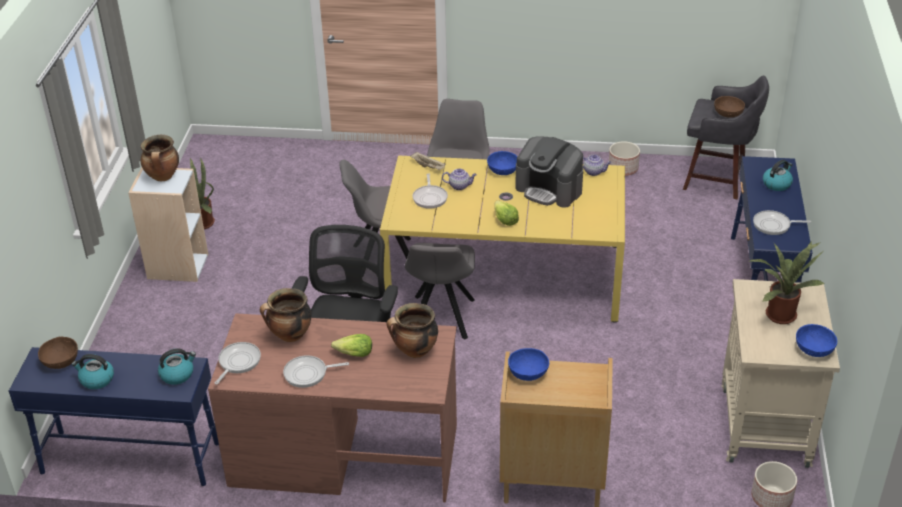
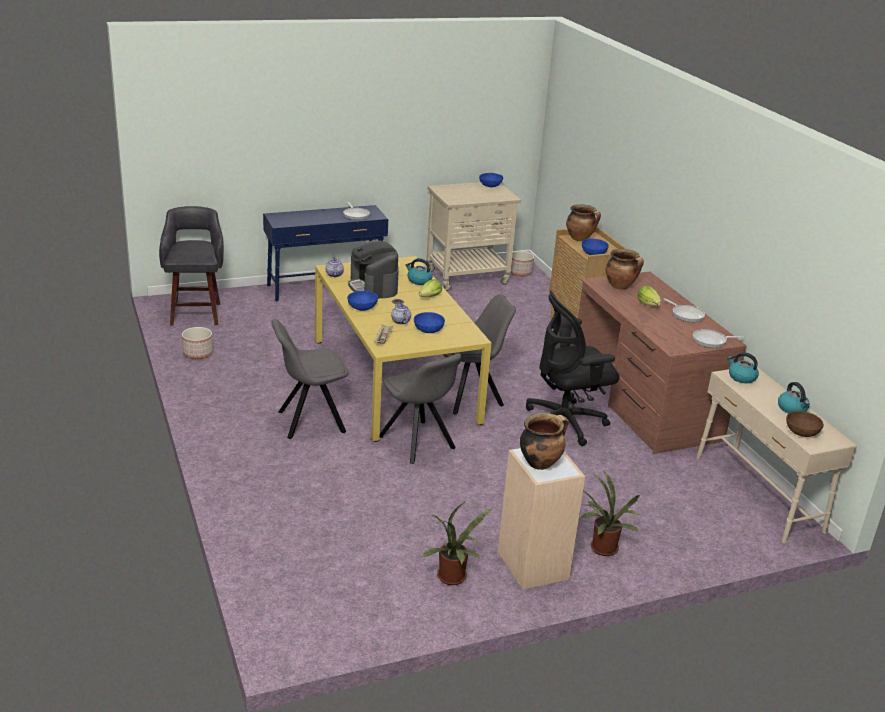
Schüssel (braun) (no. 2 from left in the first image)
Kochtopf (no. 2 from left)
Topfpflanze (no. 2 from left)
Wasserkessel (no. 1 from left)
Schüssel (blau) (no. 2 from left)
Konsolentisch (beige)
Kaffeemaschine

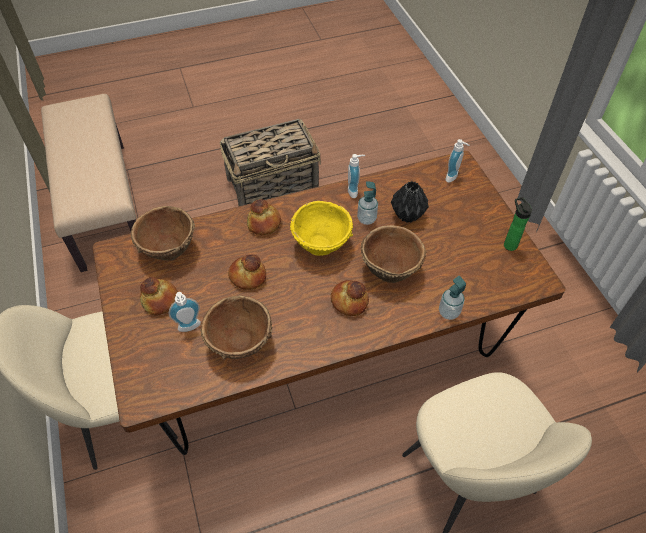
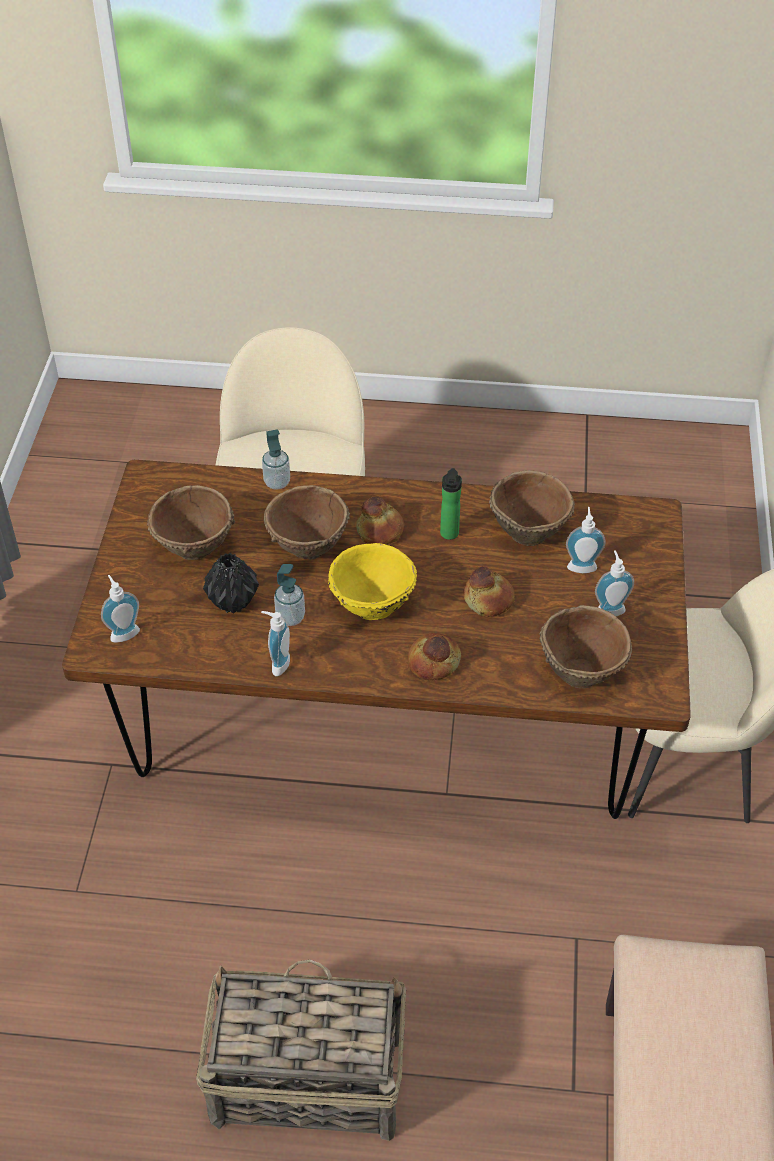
Schüssel (braun) (no. 1 from left)
Flasche
Seifenspender (no. 6 from left)

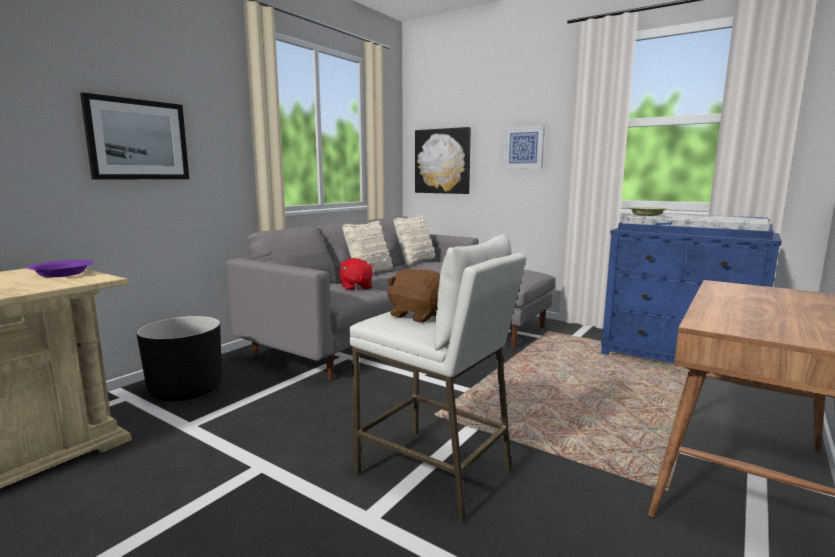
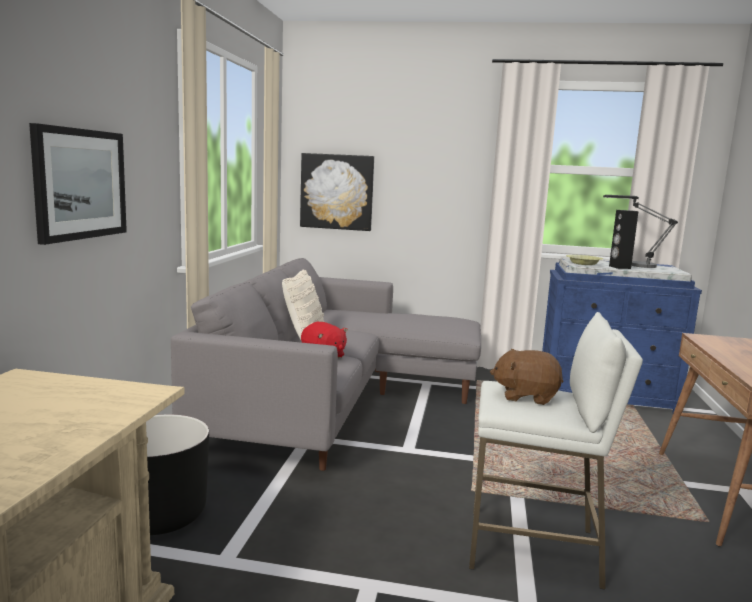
Schüssel (lila)
Kissen (beige) (no. 2 from left in the first image)
Bild (no. 3 from left in the first image)
Tischlampe
Lautsprecher (schwarz)

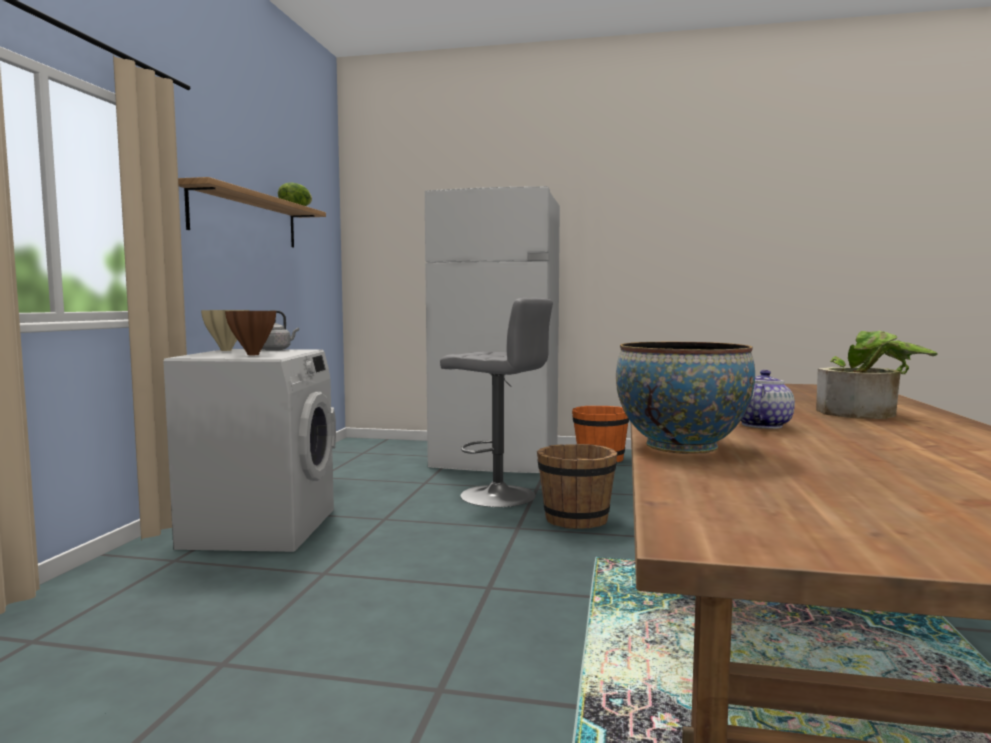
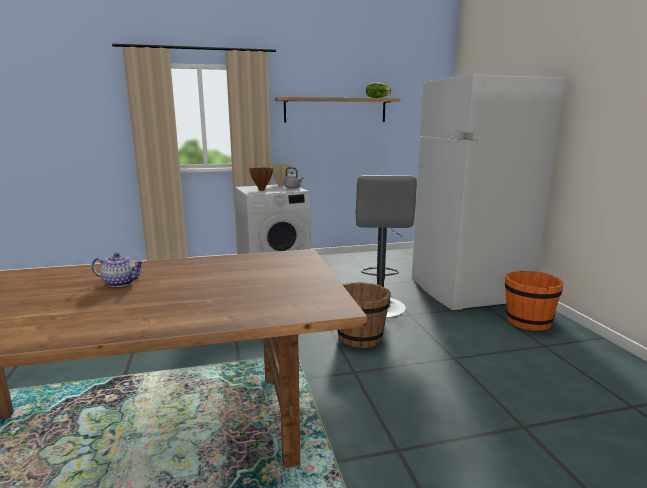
Schüssel
Topfpflanze

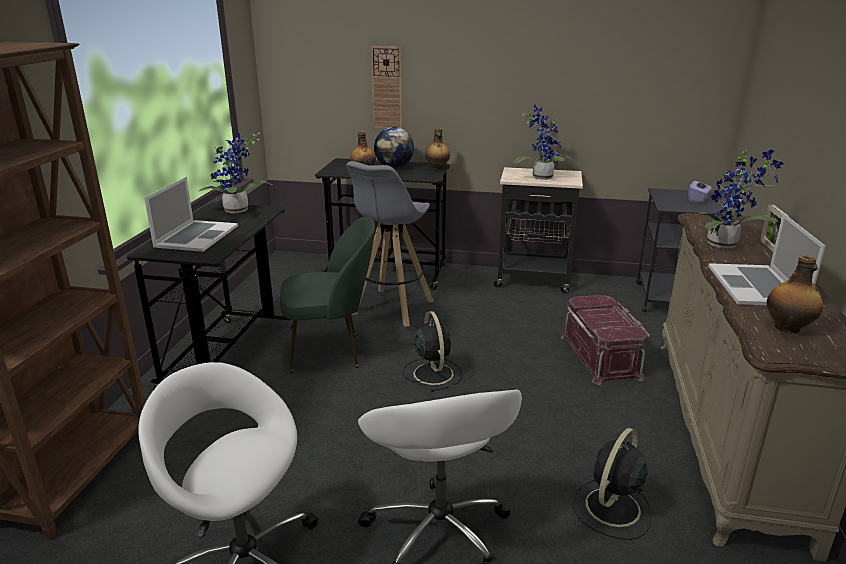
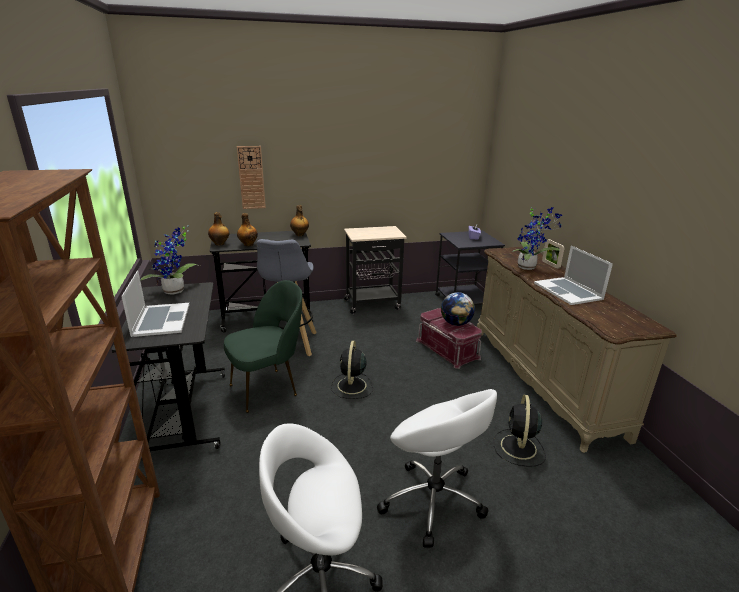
Topfpflanze (no. 2 from left in the first image)
Globus
Flasche (no. 1 from left)
Ventilator (schwarz) (no. 1 from left)

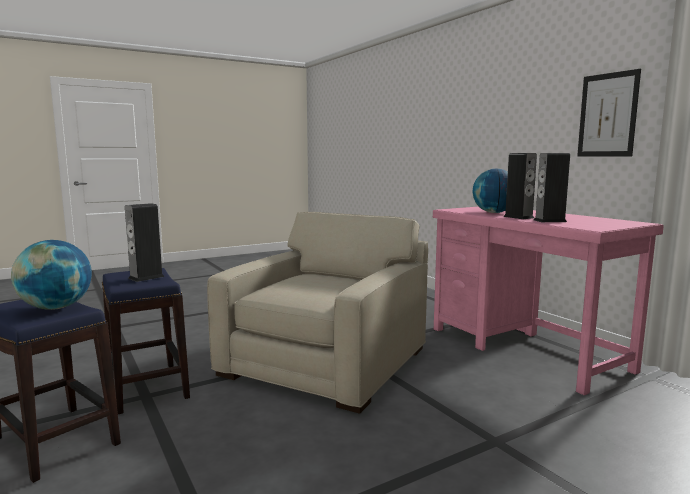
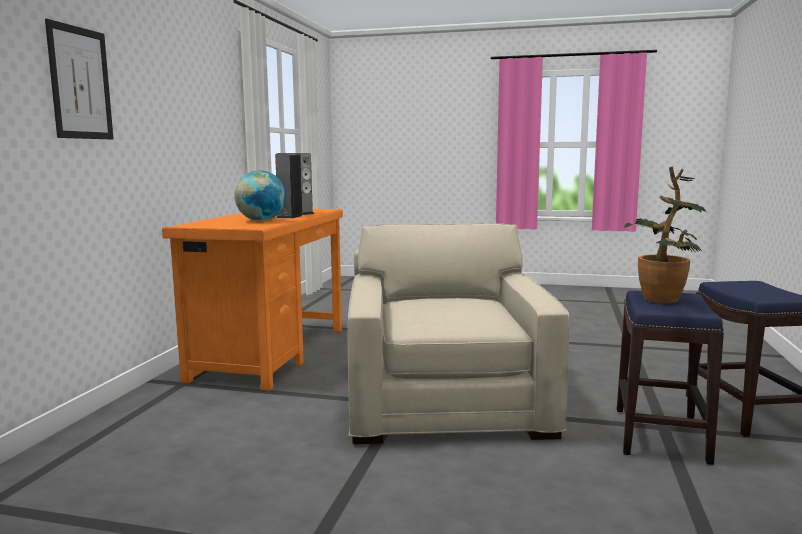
Globus (no. 1 from left in the first image)
Bild
Topfpflanze
Schreibtisch (orange)
Sessel (beige)

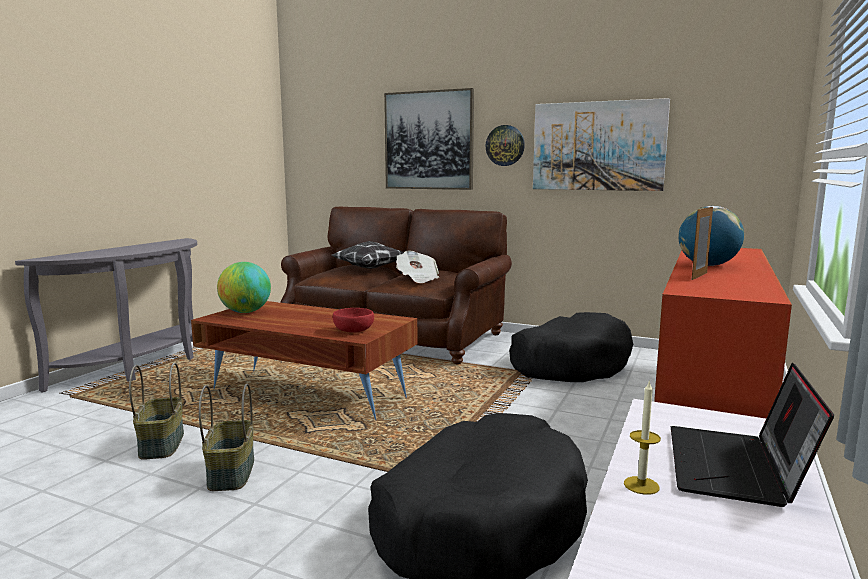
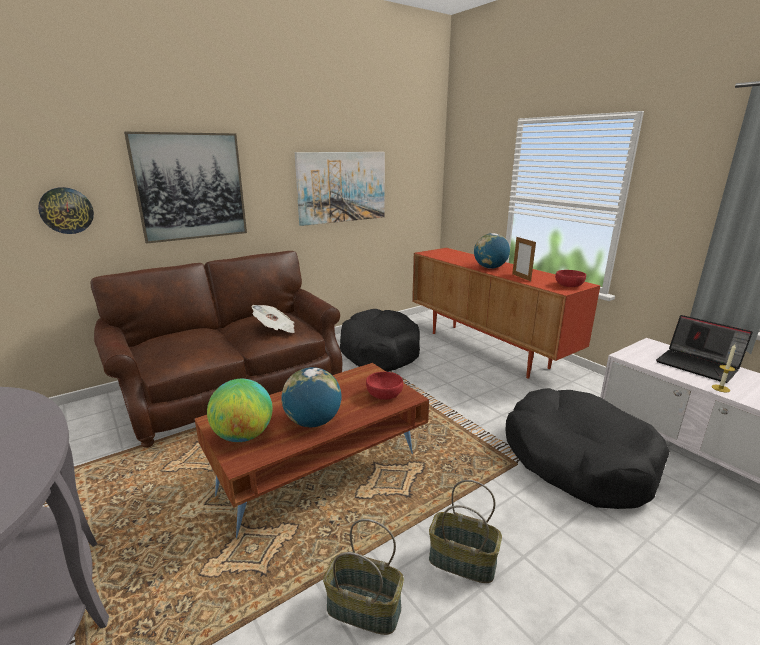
Kissen
Globus (no. 2 from left)
Schüssel (rot) (no. 2 from left)
Wanduhr

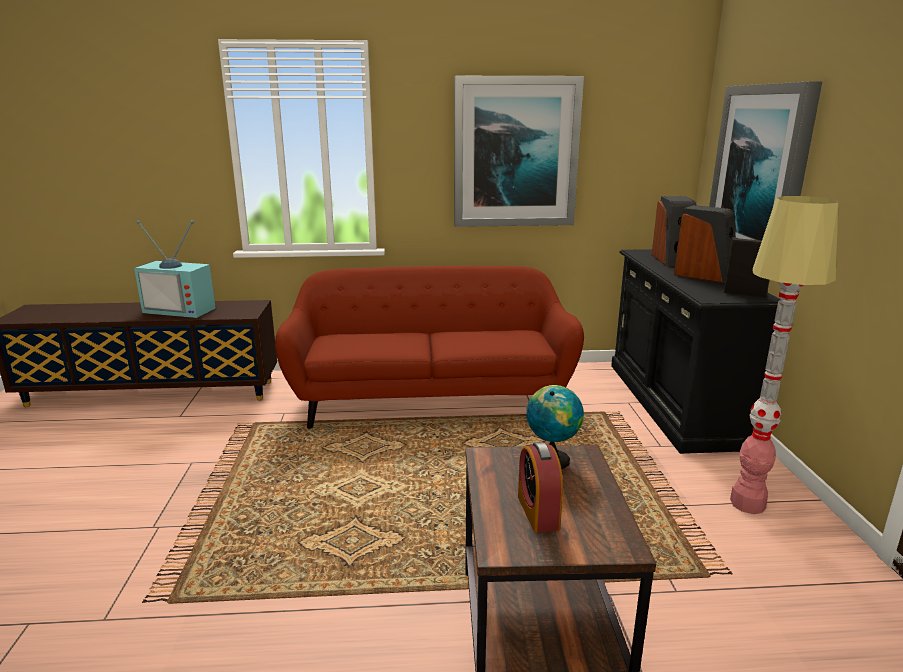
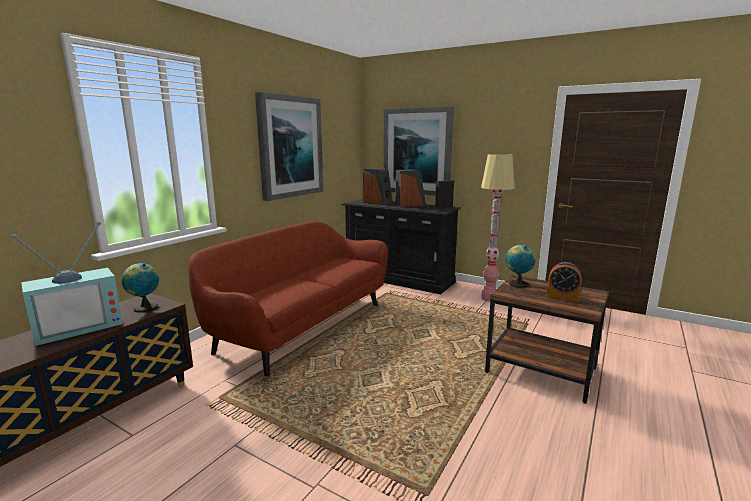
Globus (no. 1 from left)

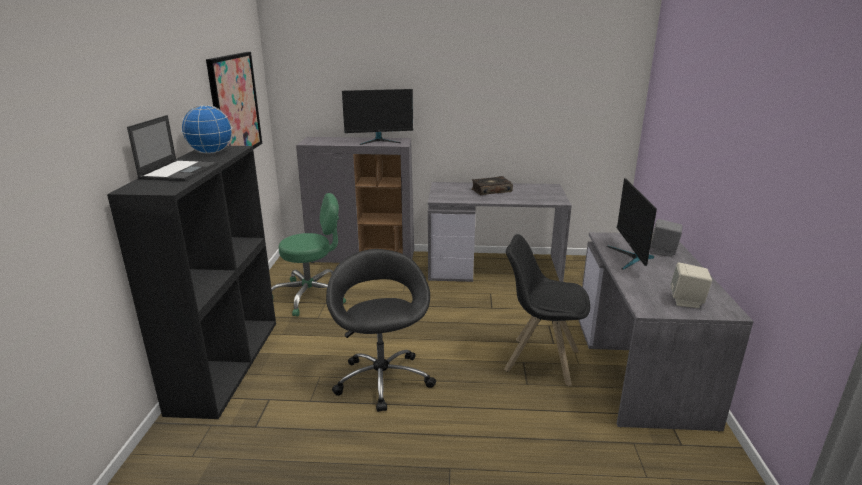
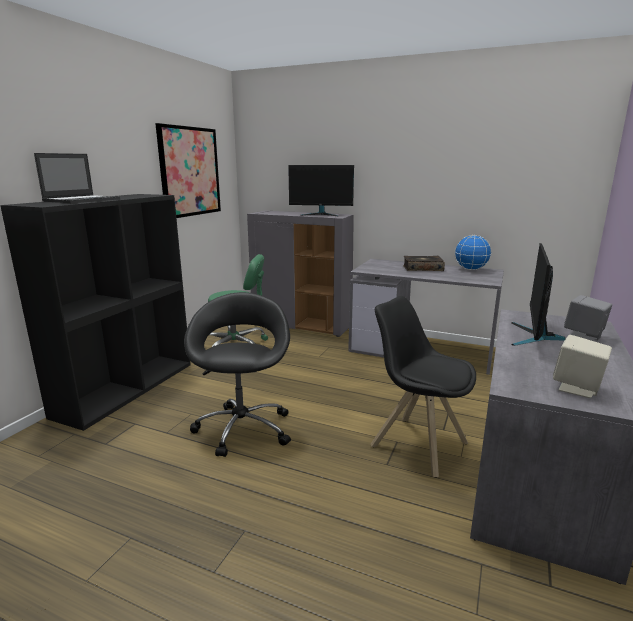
Globus

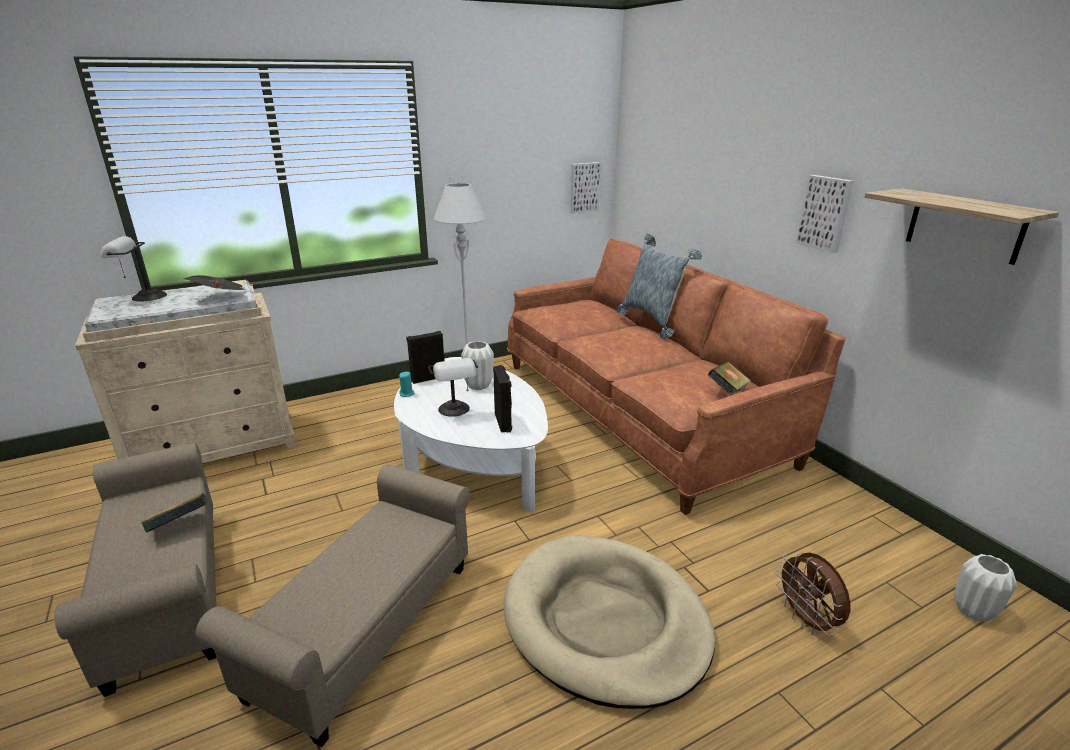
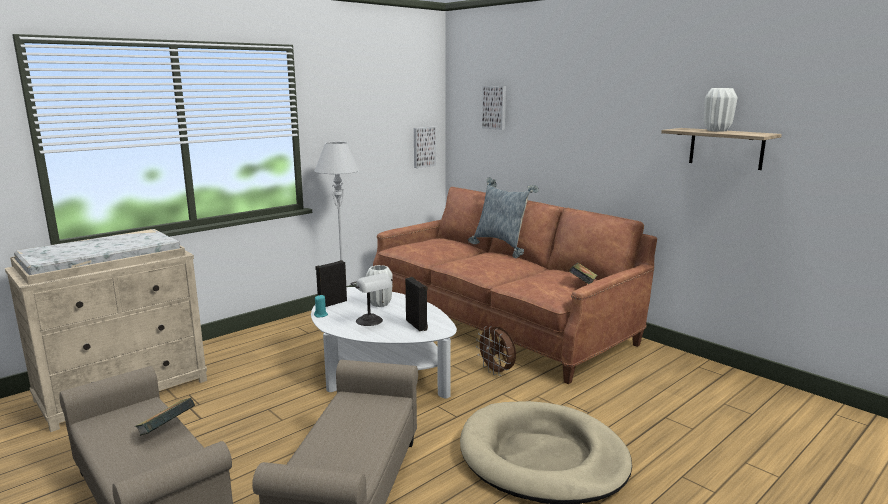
Tischlampe (no. 1 from left in the first image)
Zeitung
Ventilator (braun)
Bild (no. 2 from left)
Vase (weiß) (no. 2 from left)

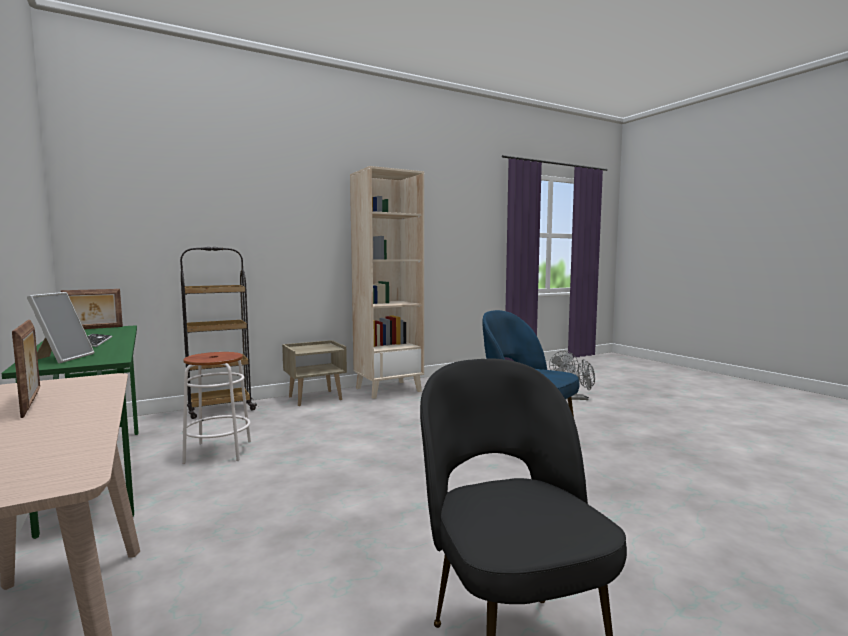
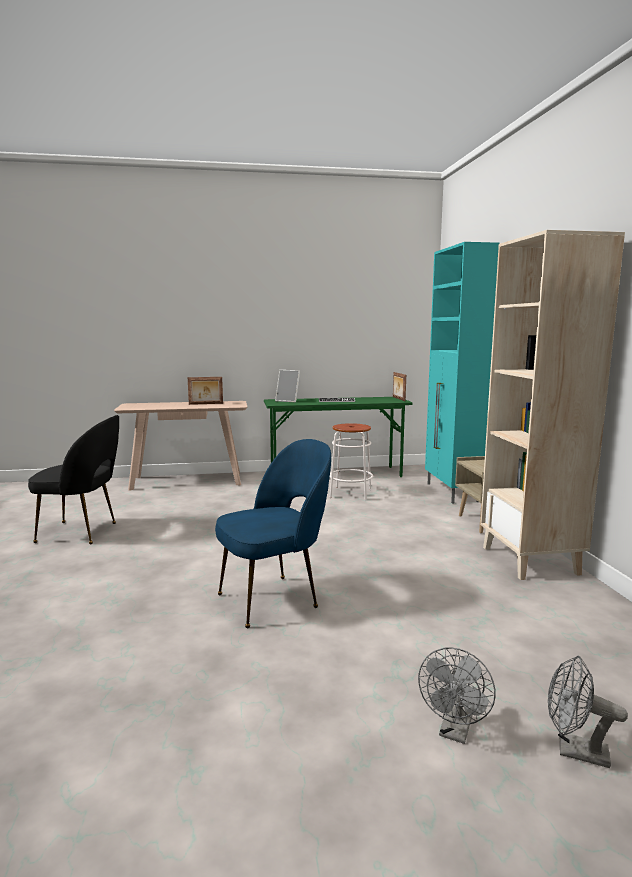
Schrank (türkis)

